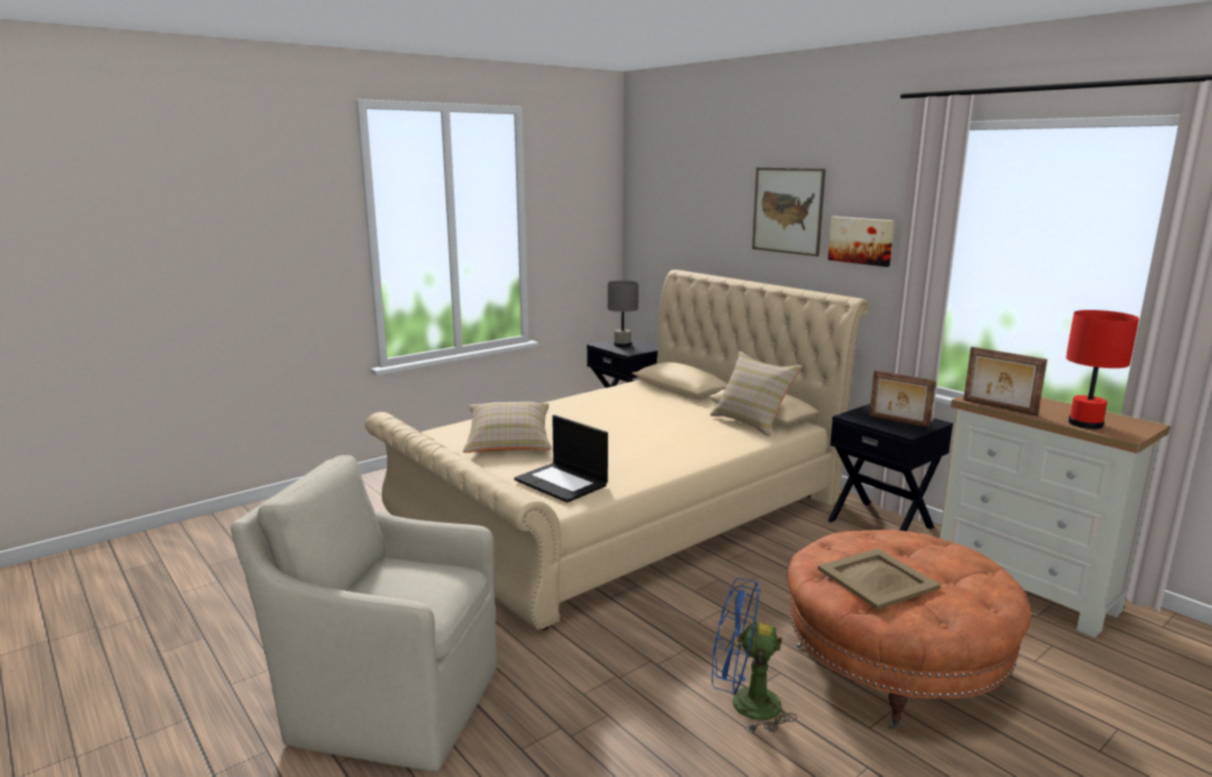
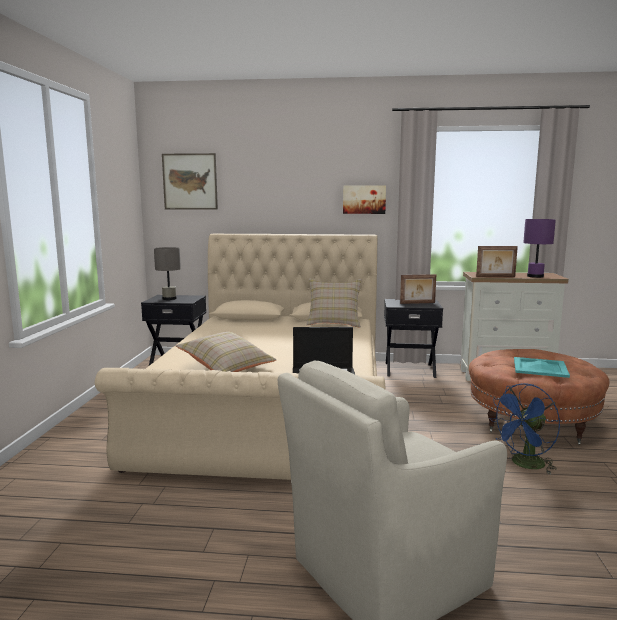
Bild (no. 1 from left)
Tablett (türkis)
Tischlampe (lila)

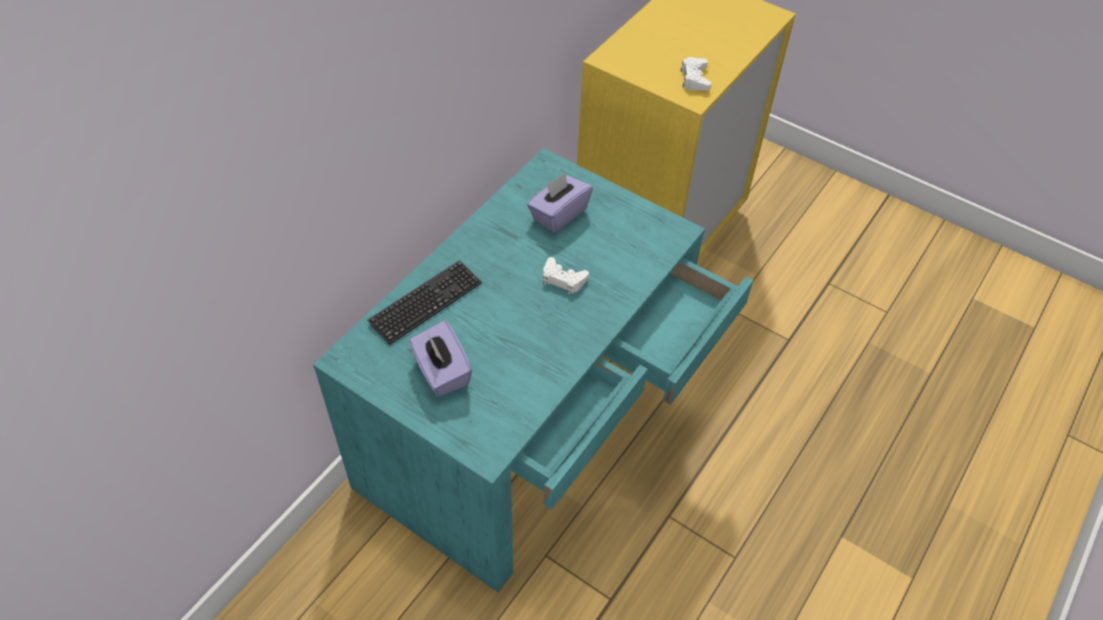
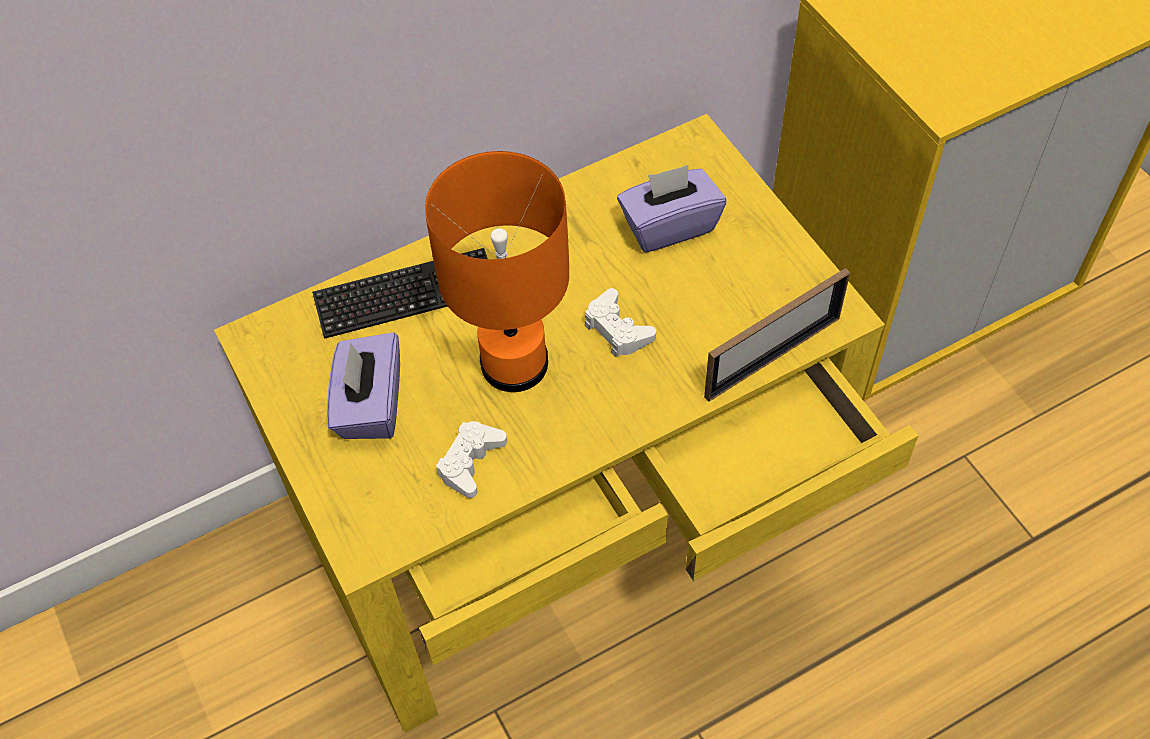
Tischlampe (orange)
Bilderrahmen
Gamepad (weiß) (no. 1 from left)
Schreibtisch (gelb)

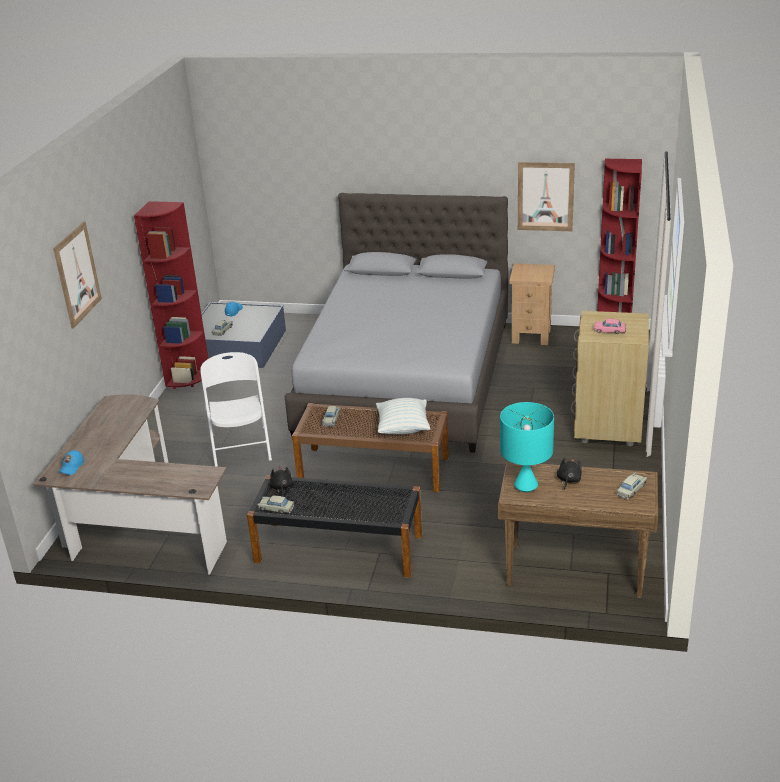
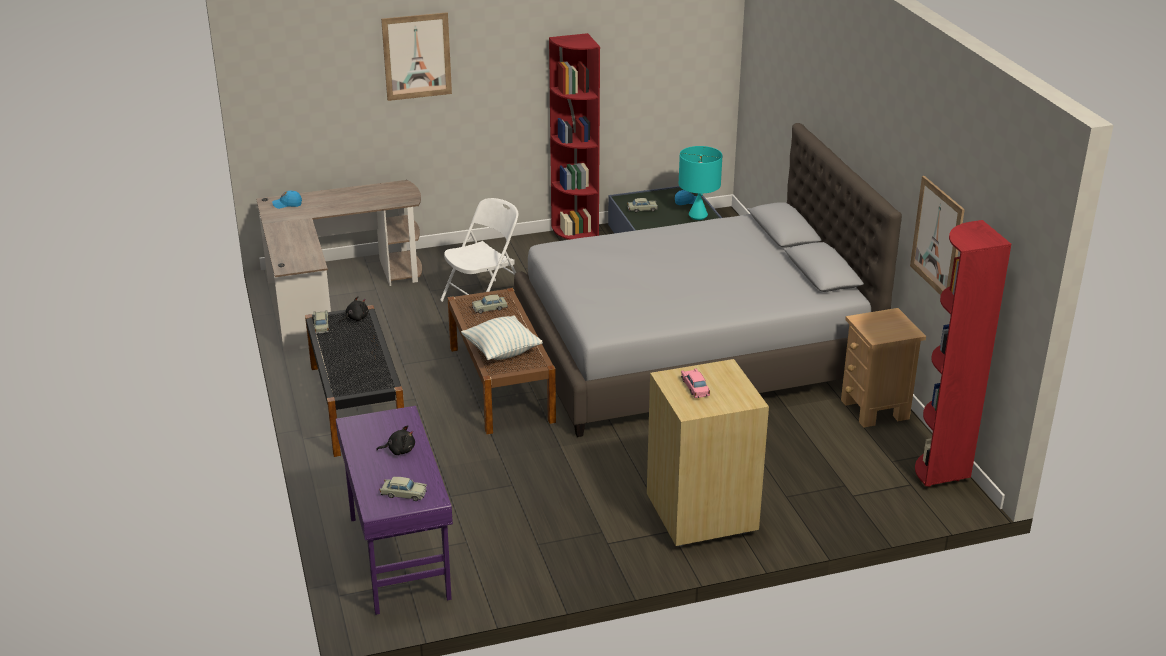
Tischlampe (türkis)
Konsolentisch (lila)

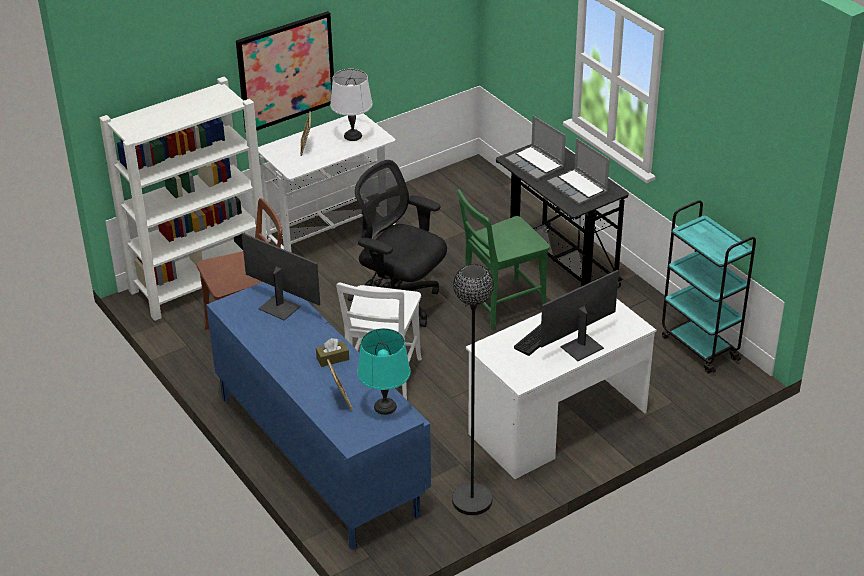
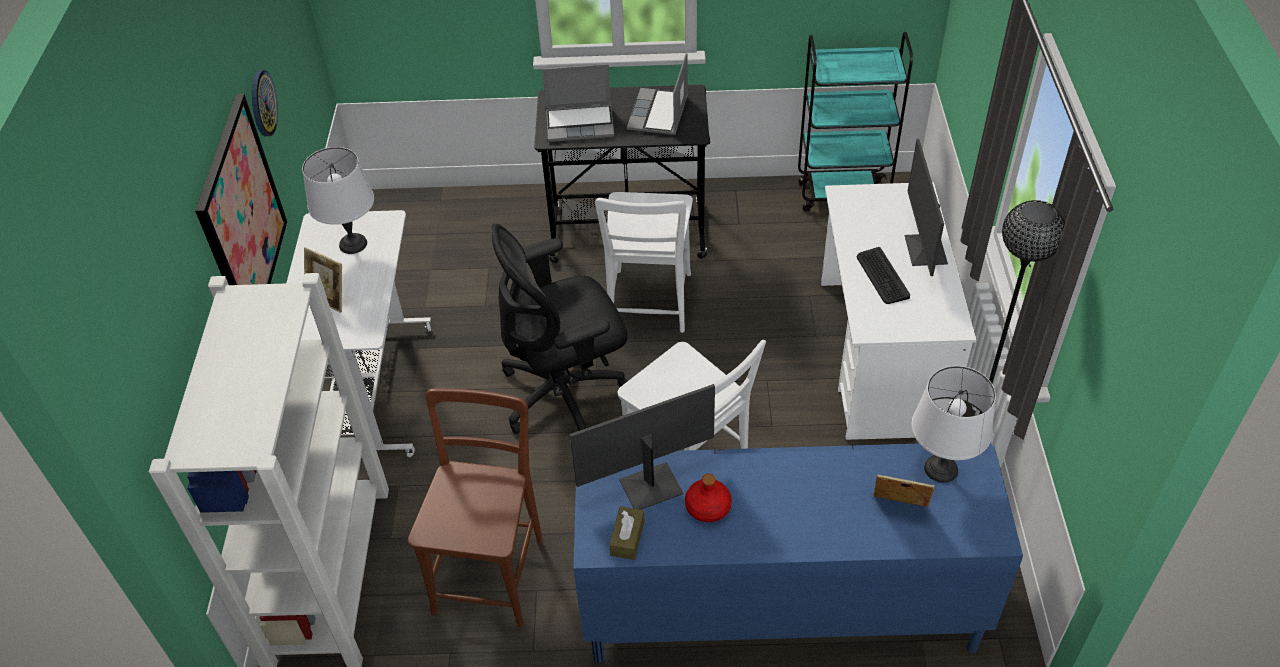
Wanduhr
Flasche (rot)
Taschentuchbox (braun)
Tischlampe (weiß) (no. 2 from left)
Stuhl (weiß) (no. 1 from left)
Laptop (no. 2 from left)

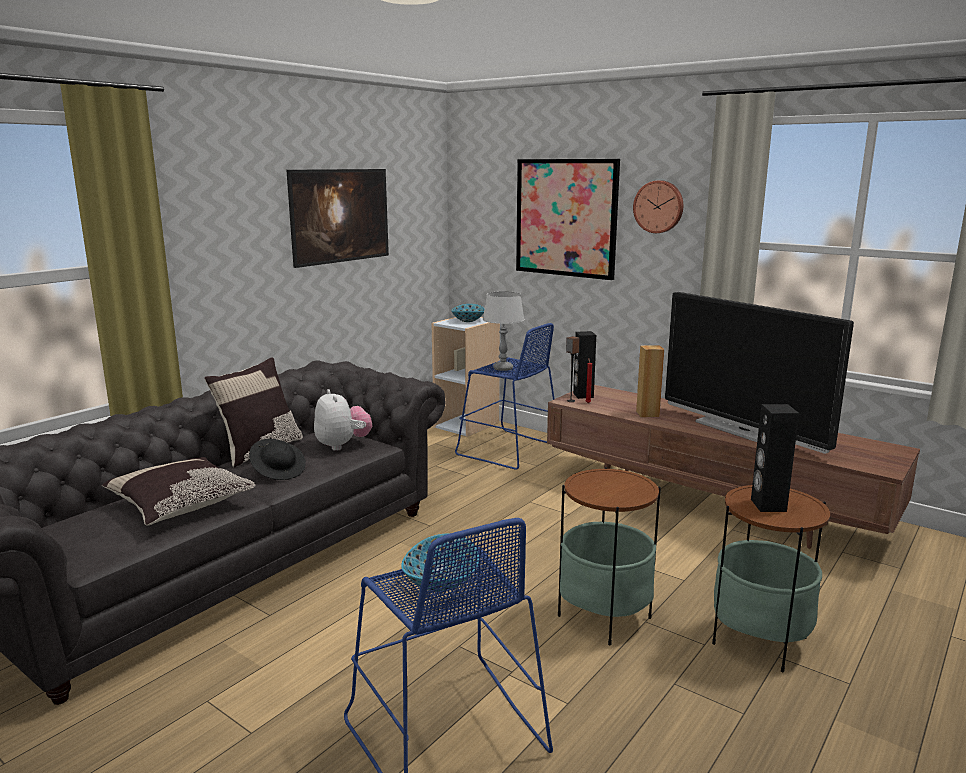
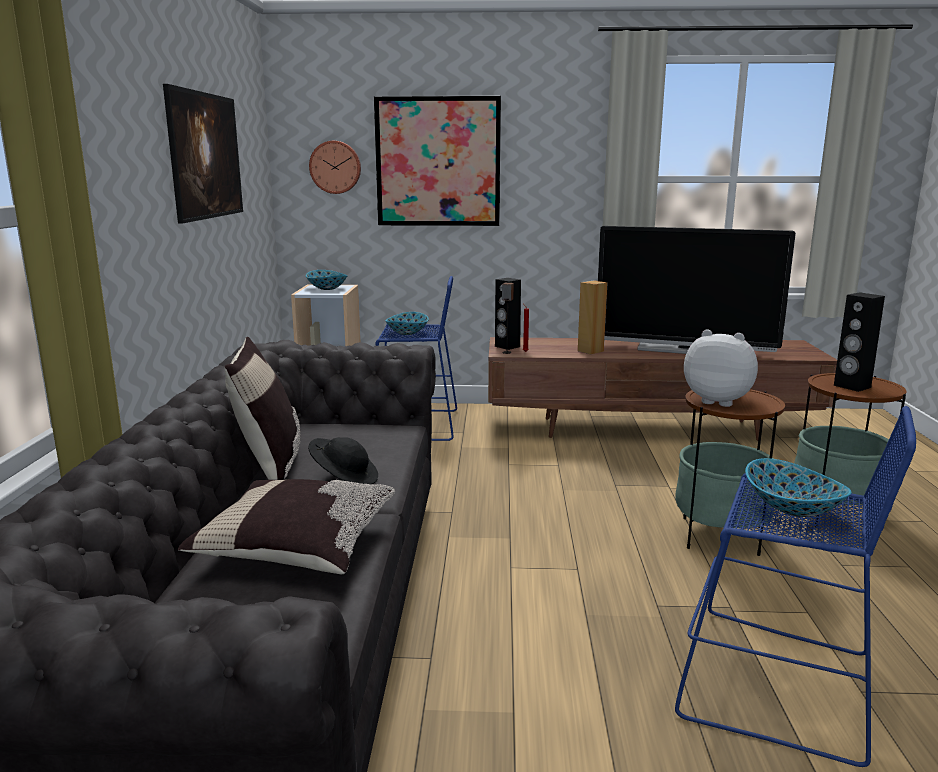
Plüschtier
Wanduhr
Schüssel (no. 2 from left)

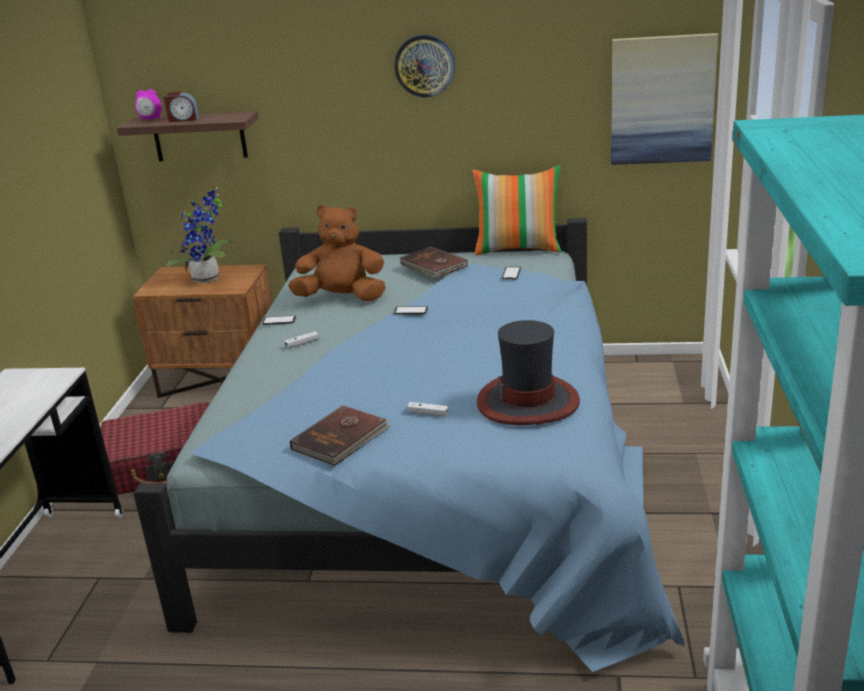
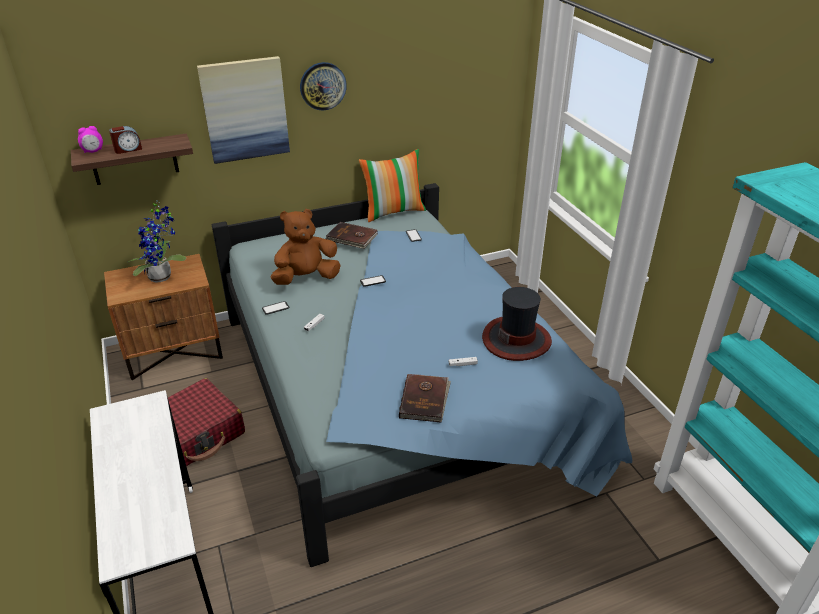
Bild

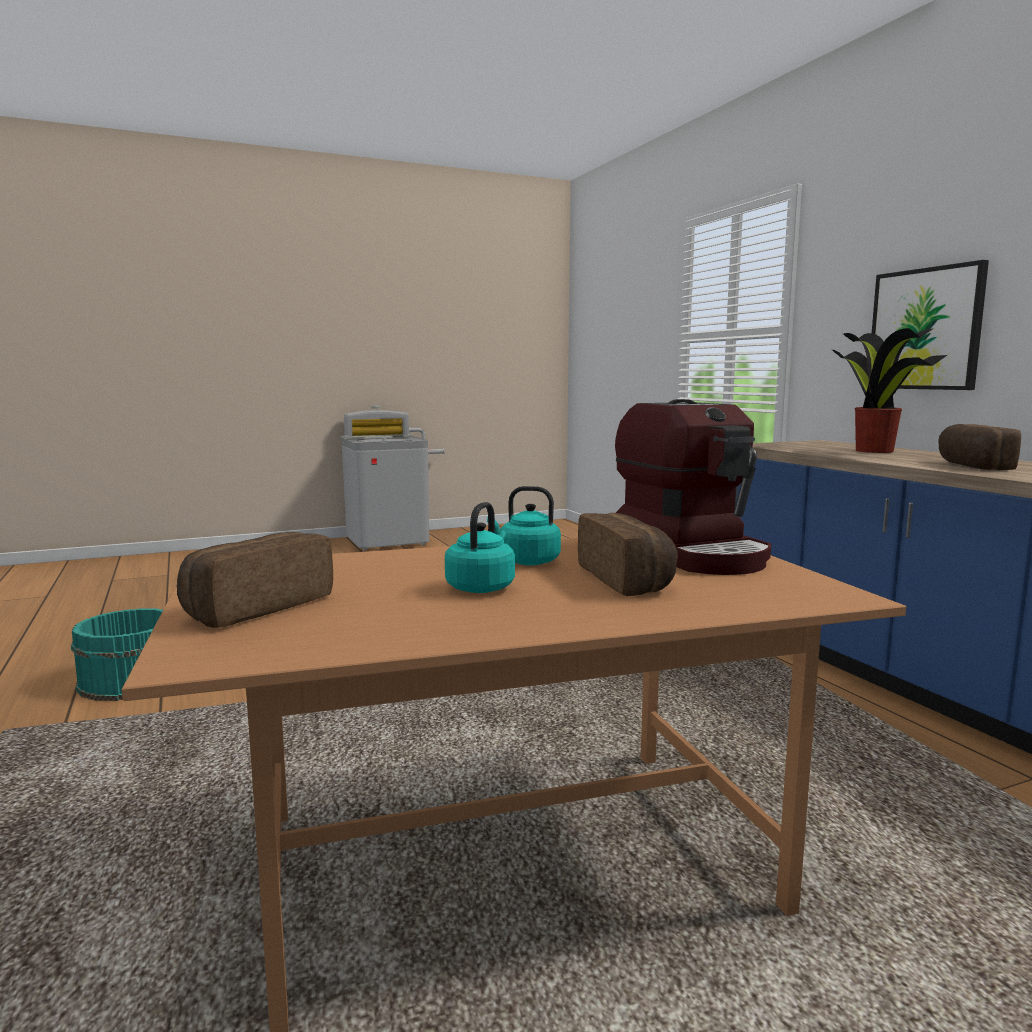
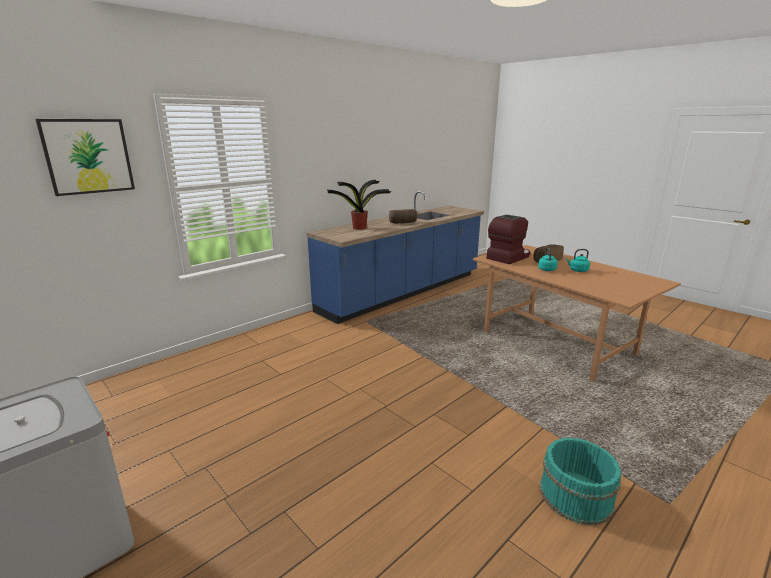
Brot (no. 1 from left in the first image)
Bild

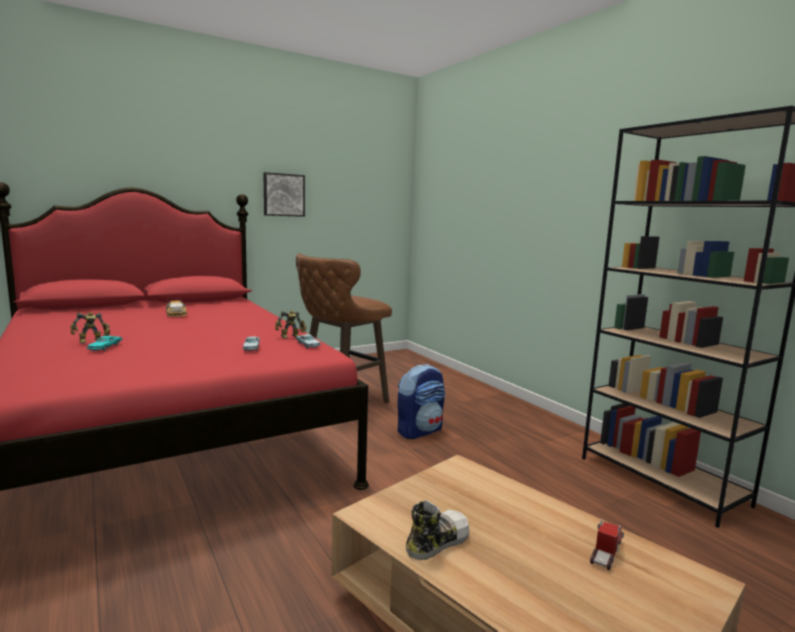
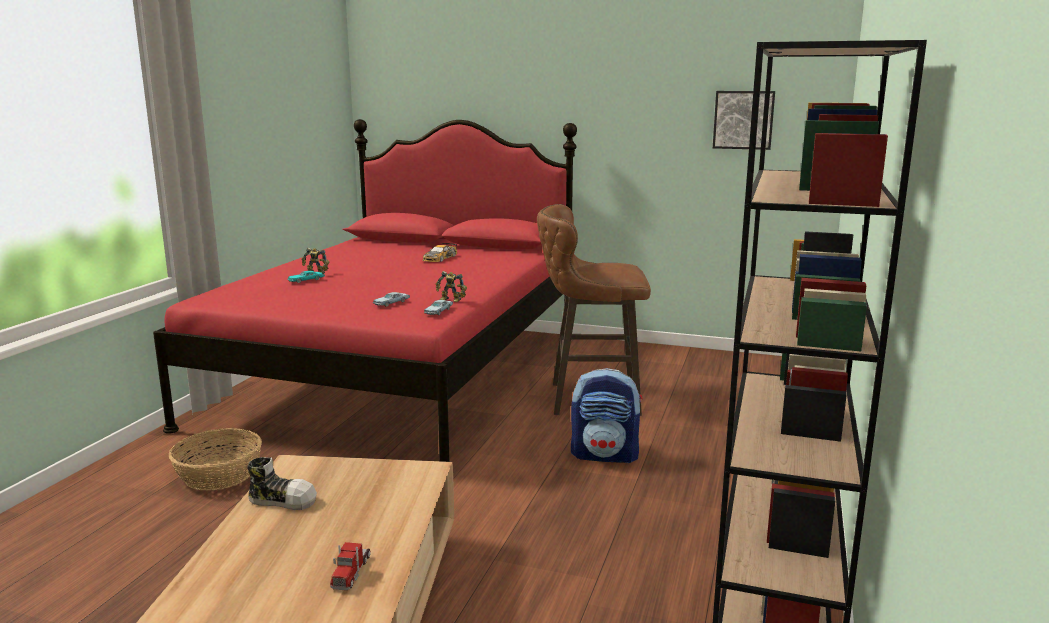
Korb
Bild
Spielzeuglaster

